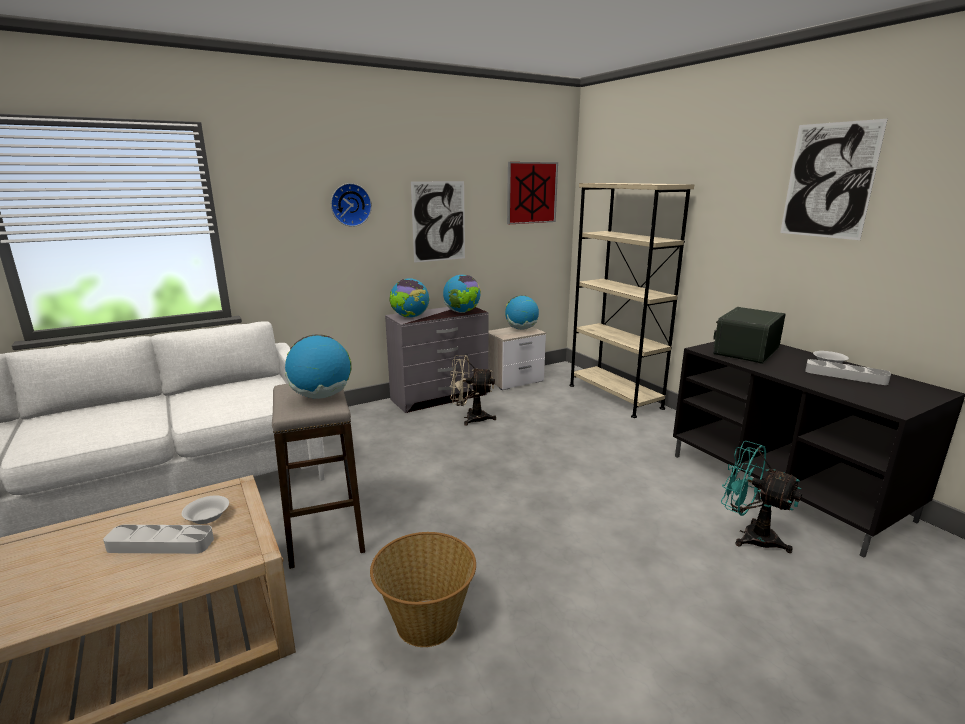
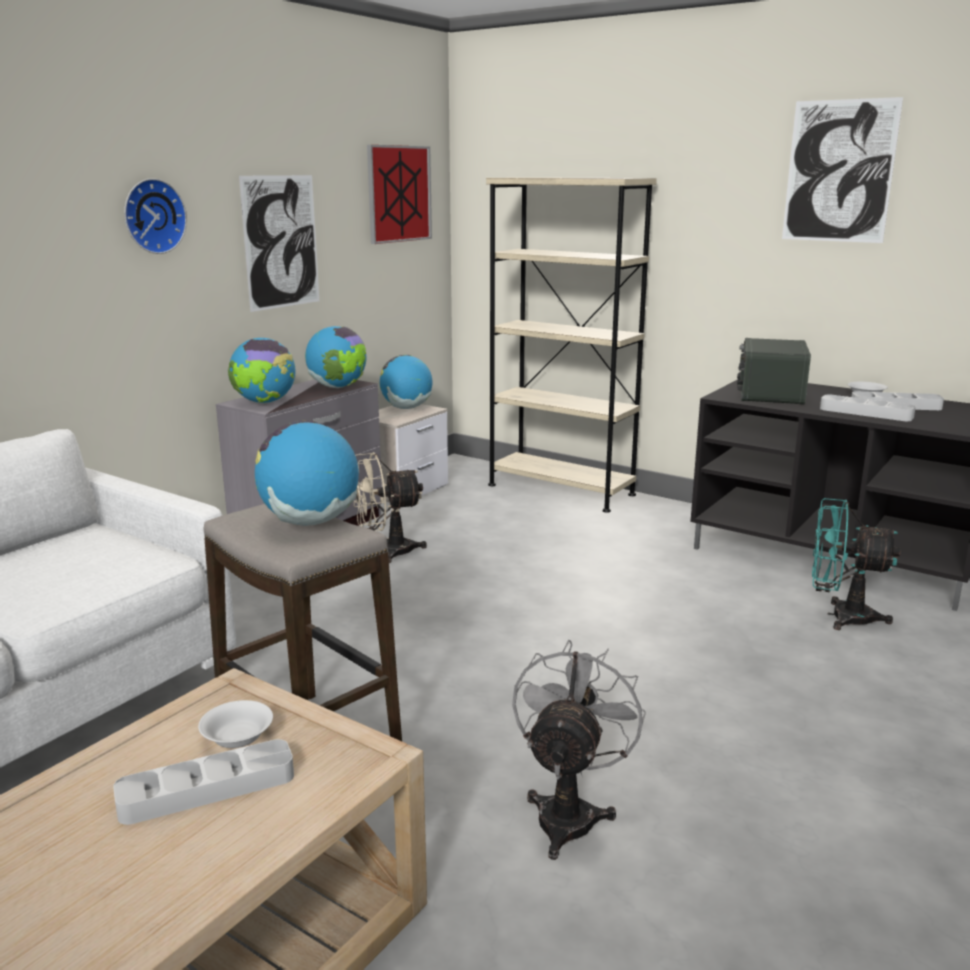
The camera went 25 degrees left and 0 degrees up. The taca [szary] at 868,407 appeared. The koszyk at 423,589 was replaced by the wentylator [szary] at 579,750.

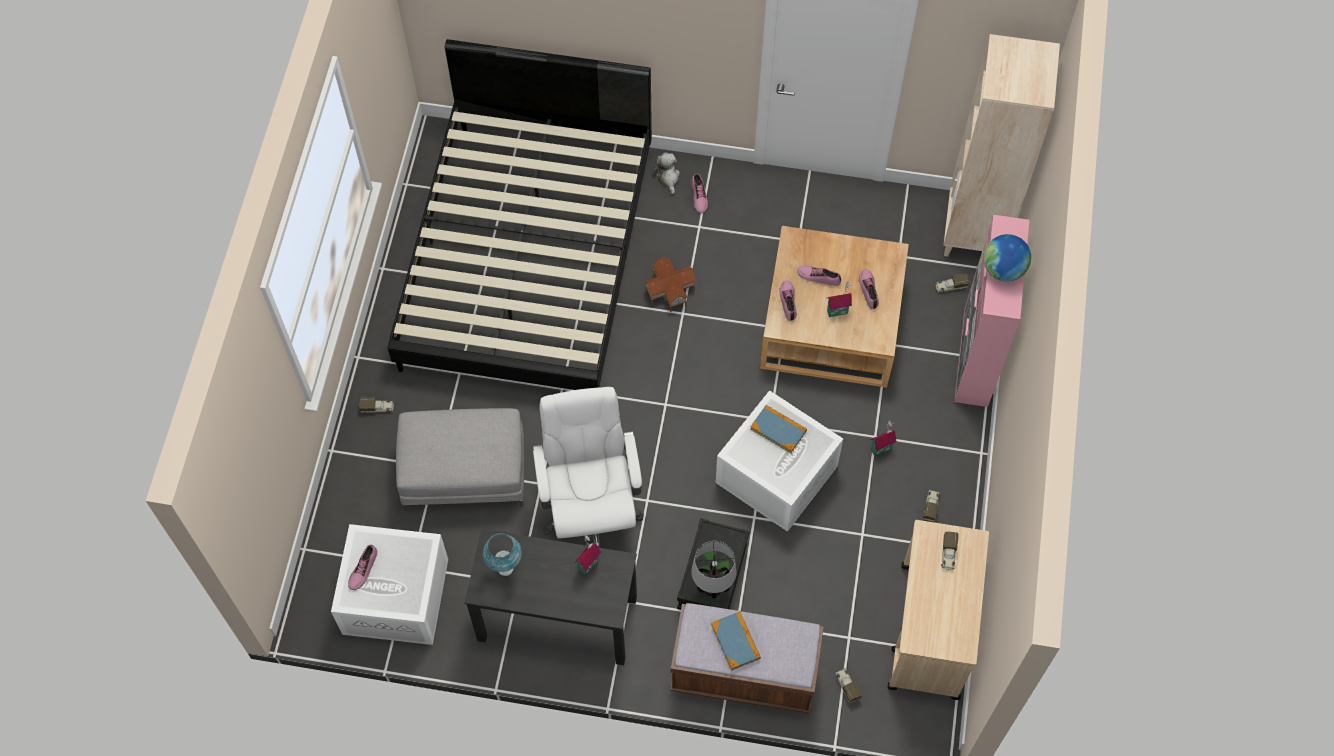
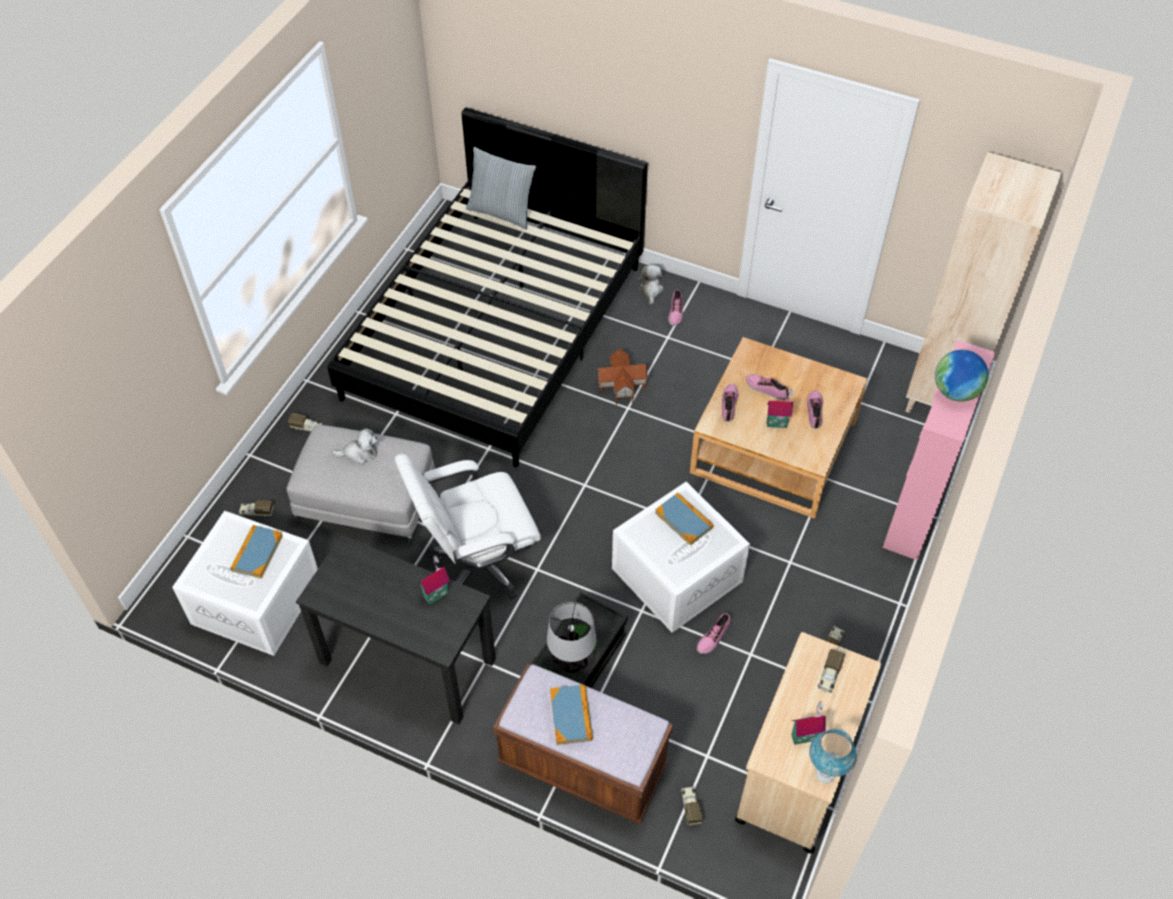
The camera went 15 degrees right and 10 degrees down. The książka at 256,552 appeared. The pluszak at 355,446 appeared. The poduszka at 501,188 appeared. The but moved from 363,568 to 714,633. The lampa stołowa [niebieski] moved from 502,554 to 833,755. The domek moved from 883,438 to 808,723. The ciężarówka zabawkowa moved from 952,283 to 256,508. The krzesło biurowe [biały] at 588,467 turned 120 degrees counterclockwise.

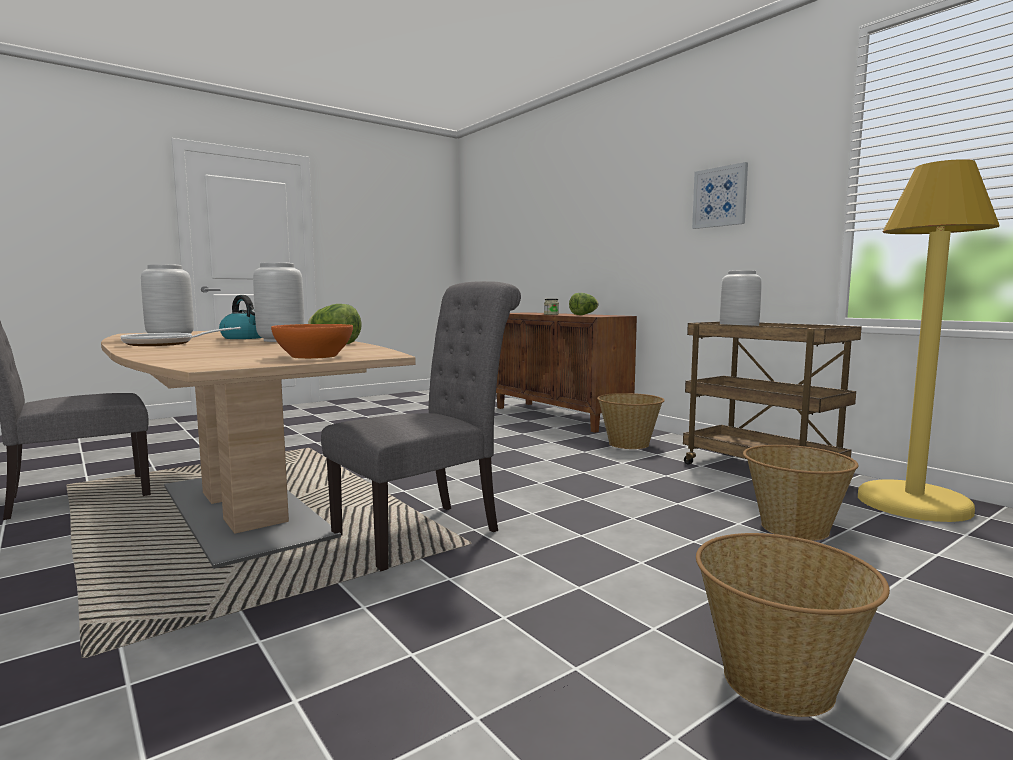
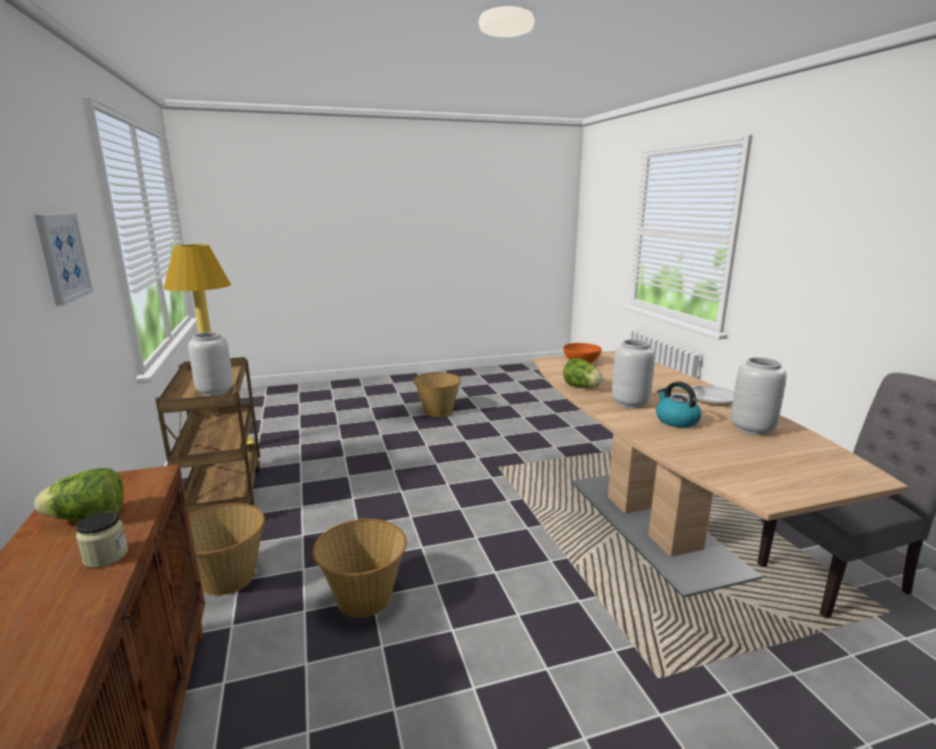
The camera went 160 degrees left and 10 degrees up. The krzesło [szary] at 421,426 disappeared. The koszyk moved from 801,493 to 360,568.

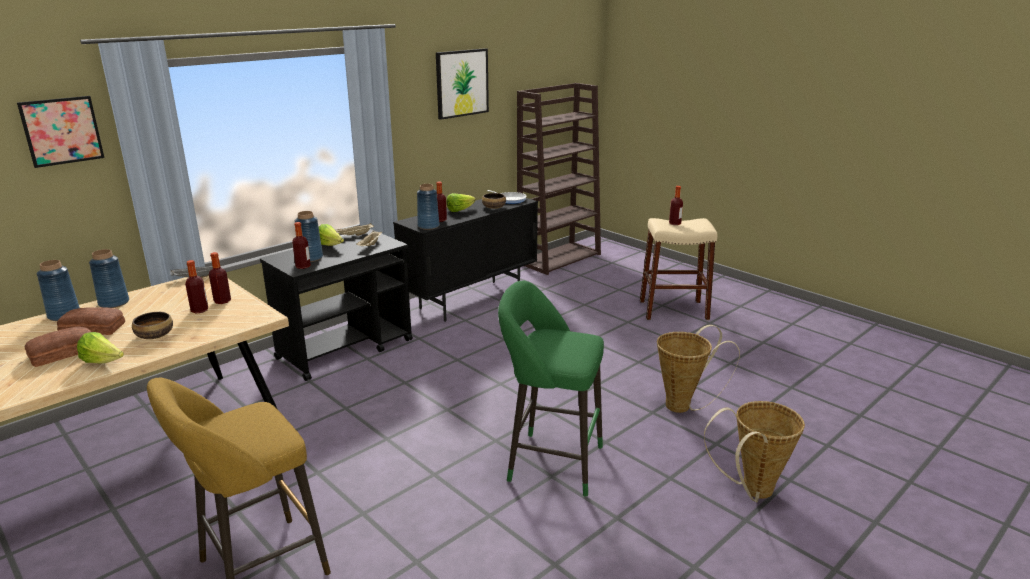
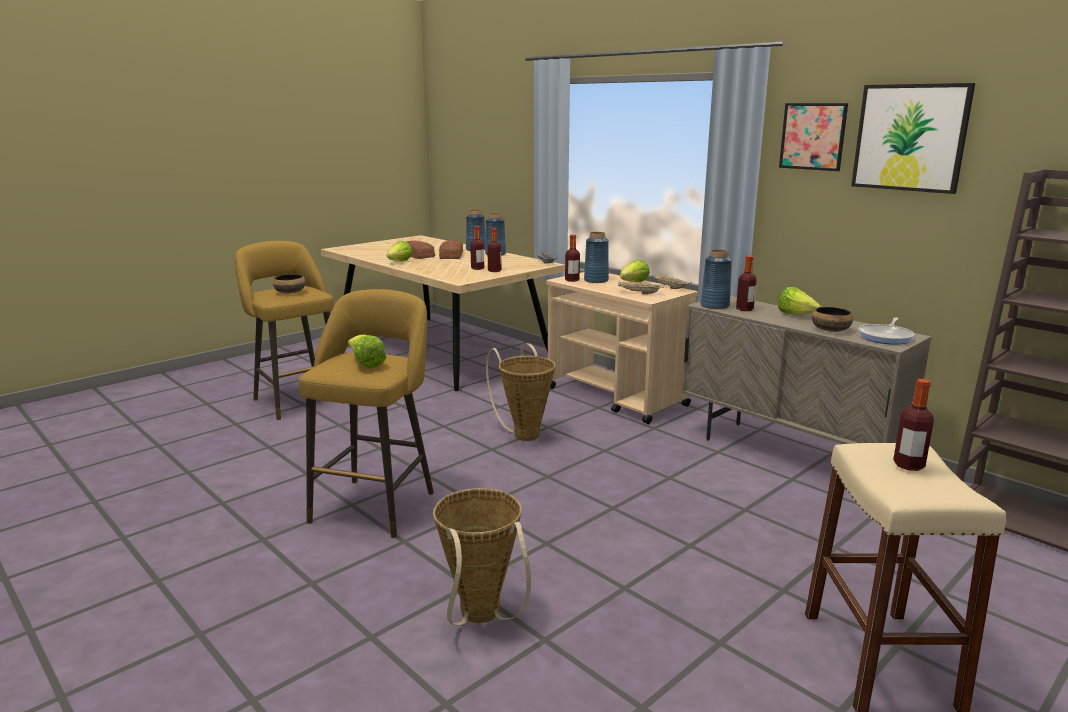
The camera went 90 degrees right and 5 degrees down. The sałata at 367,351 appeared. The obraz moved from 60,132 to 813,137. The miska moved from 152,325 to 289,283. The koszyk moved from 754,452 to 521,392. The wózek [czarny] at 336,305 became the wózek [beżowy] at 622,348. The szafka [czarny] at 465,260 became the szafka [beżowy] at 806,370. The stołek [zielony] at 551,389 became the stołek [żółty] at 366,413.

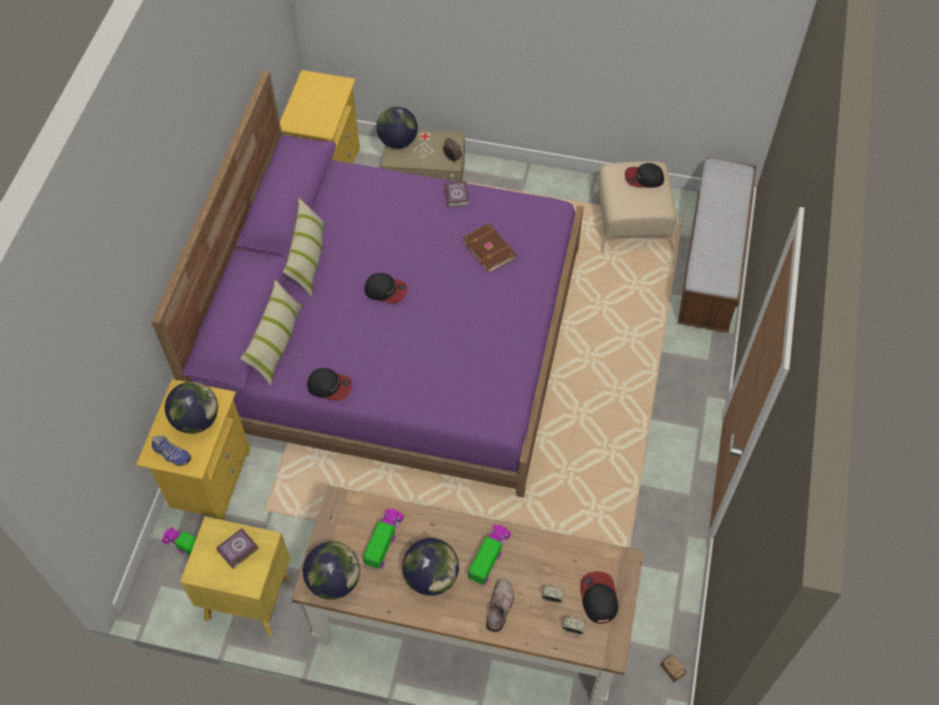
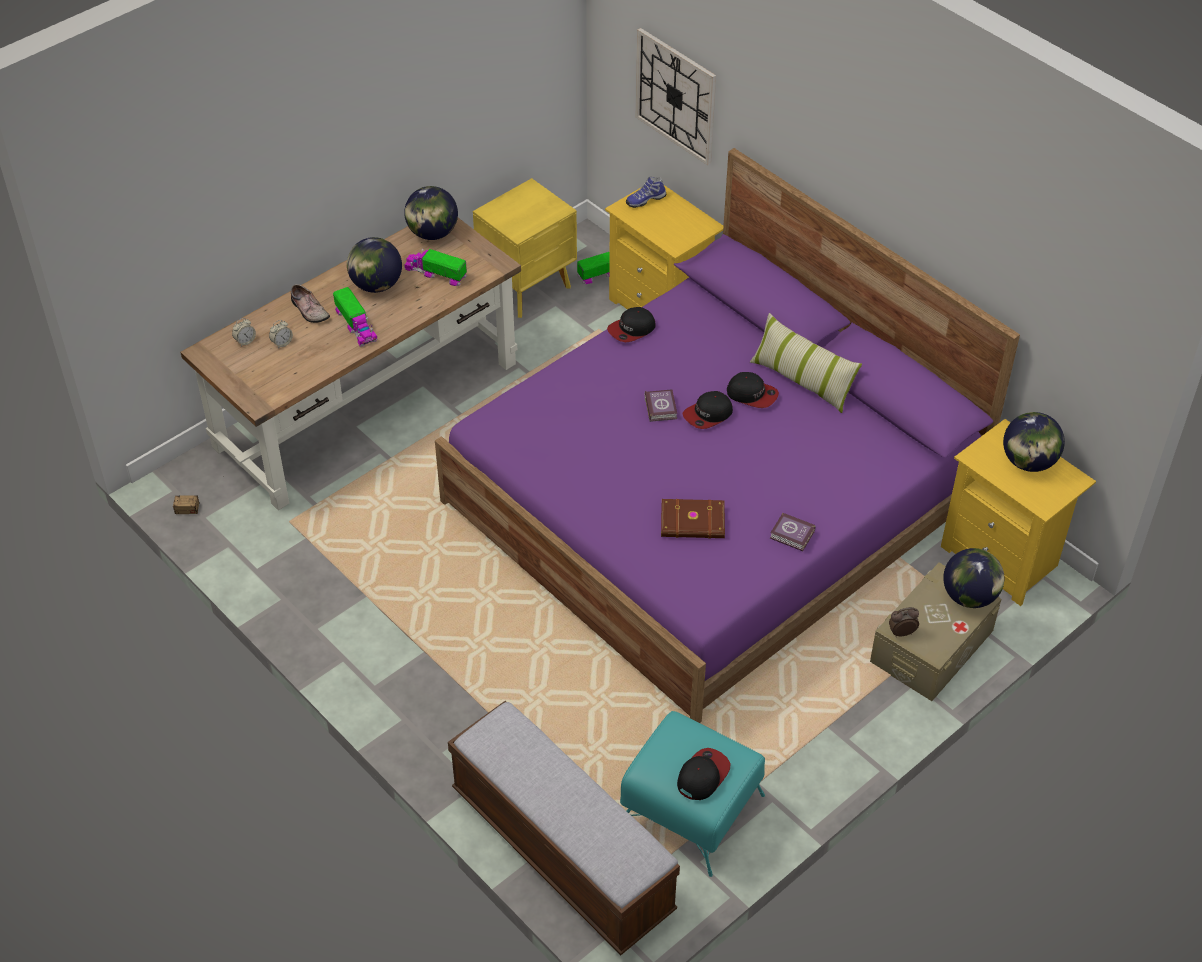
The camera went 125 degrees right and 10 degrees down. The poduszka at 271,332 disappeared. The zegar ścienny at 676,96 appeared. The globus moved from 191,408 to 1034,442. The książka moved from 237,548 to 661,405. The czapka z daszkiem moved from 599,598 to 753,390. The pufa [beżowy] at 635,207 became the pufa [turkusowy] at 692,794. The ciężarówka zabawkowa at 383,539 turned 150 degrees clockwise.

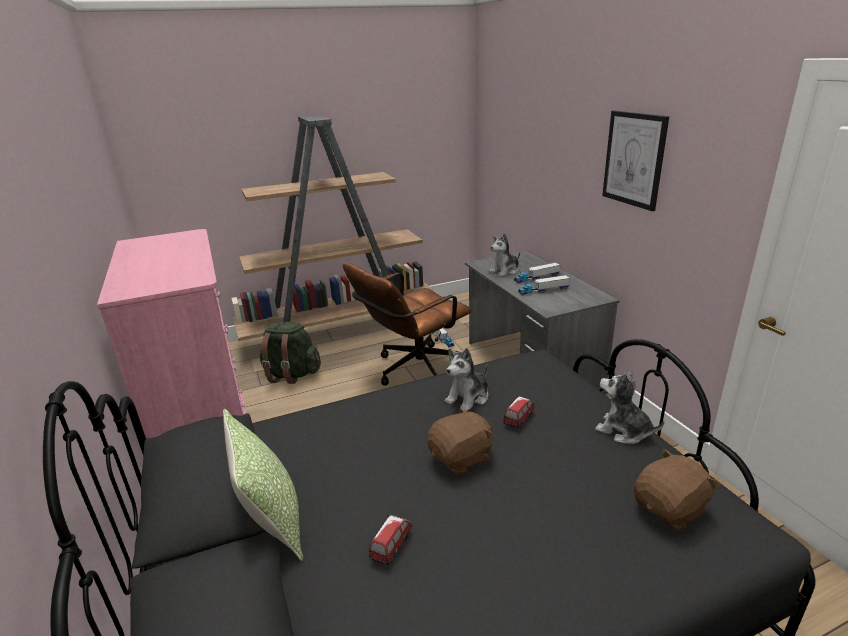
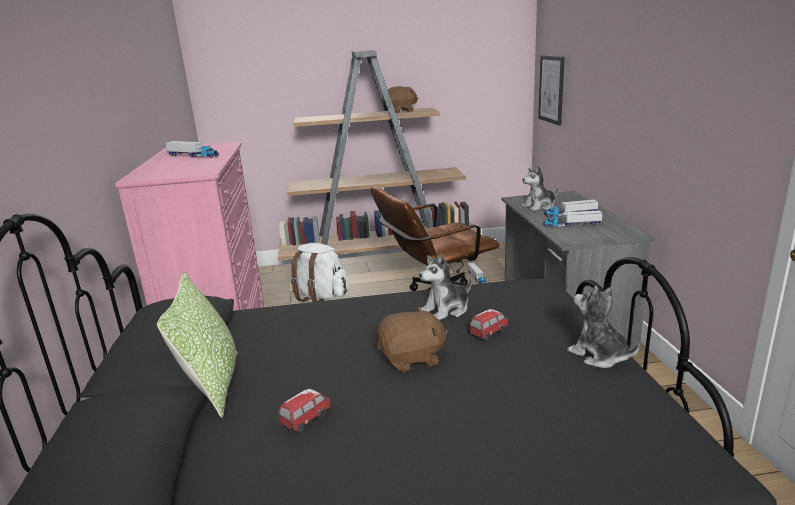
The camera went 15 degrees right and 5 degrees down. The ciężarówka zabawkowa at 192,149 appeared. The obraz moved from 635,161 to 551,91. The pluszak [brązowy] moved from 677,490 to 400,99. The plecak [zielony] at 290,353 became the plecak [biały] at 319,272.

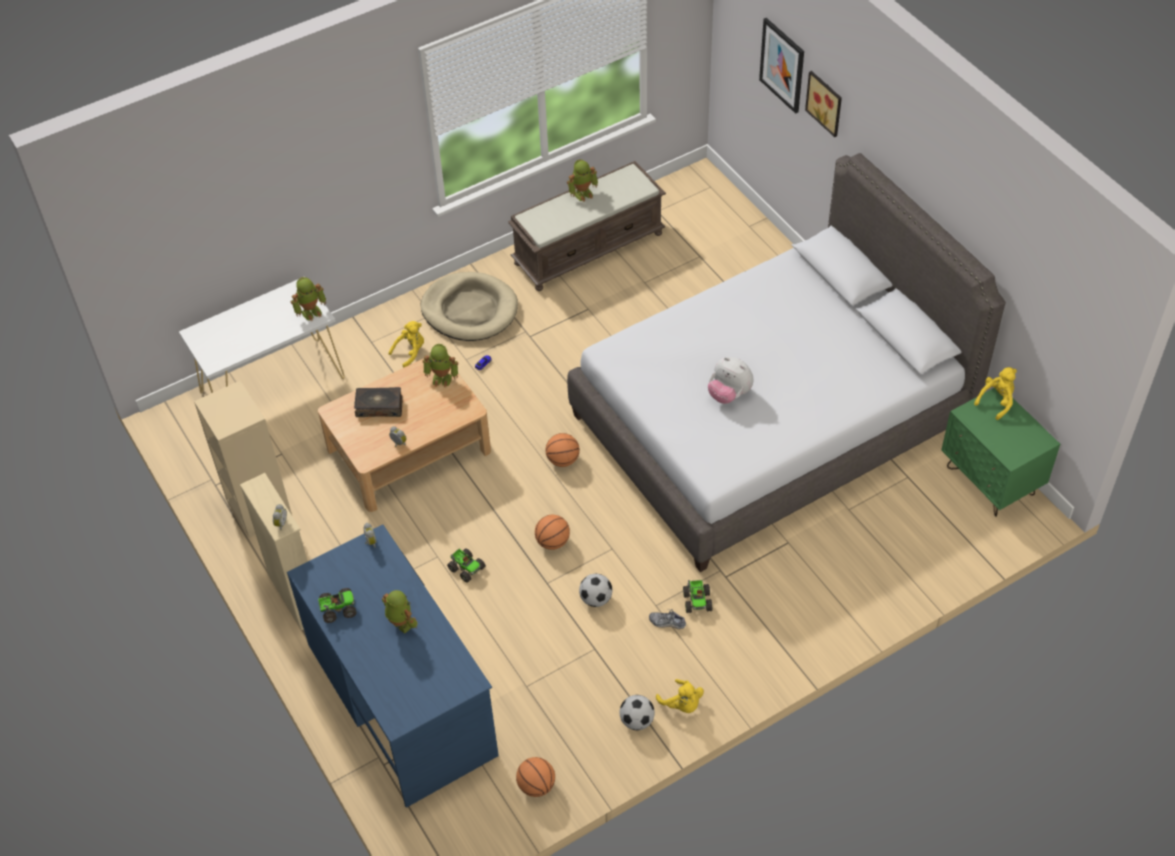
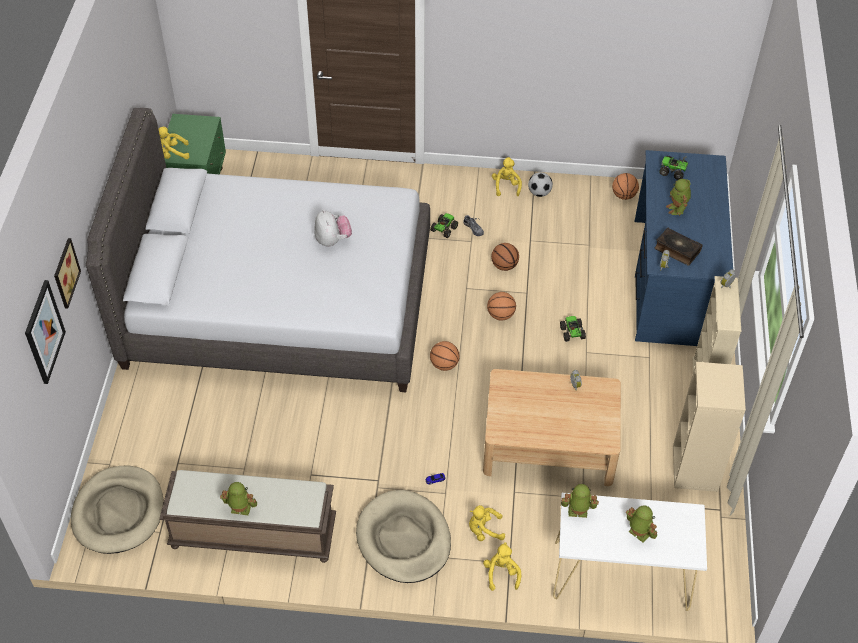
The camera went 145 degrees left and 0 degrees up. The legowisko [beżowy] at 117,510 appeared. The pluszak [żółty] at 502,566 appeared. The ciężarówka zabawkowa moved from 337,605 to 673,168. The książka moved from 378,402 to 679,247. The robot zabawkowy moved from 440,366 to 641,524. The piłka futbolowa at 595,590 was replaced by the piłka do koszykówki at 505,257.

